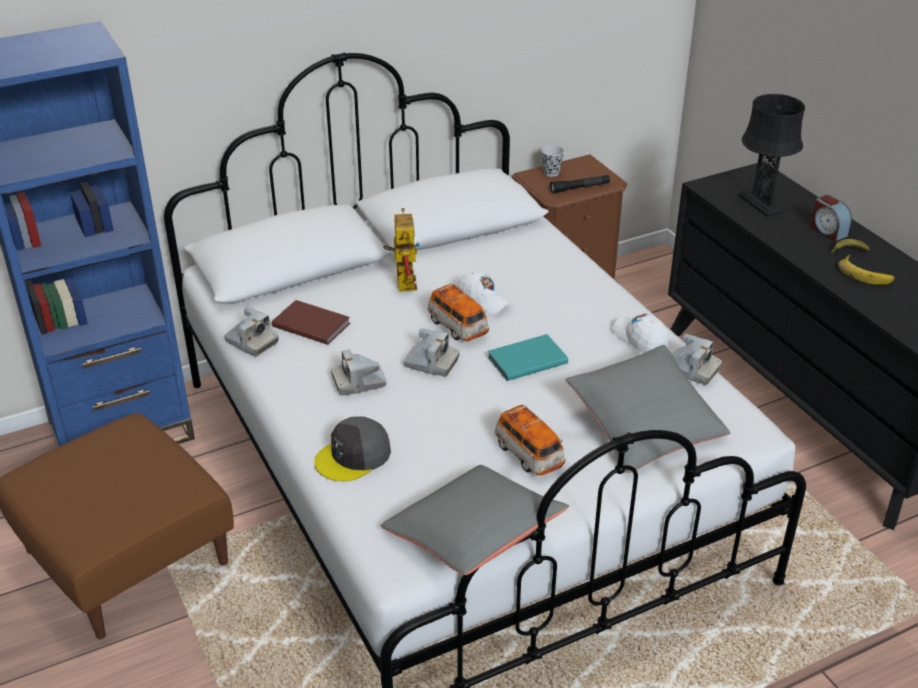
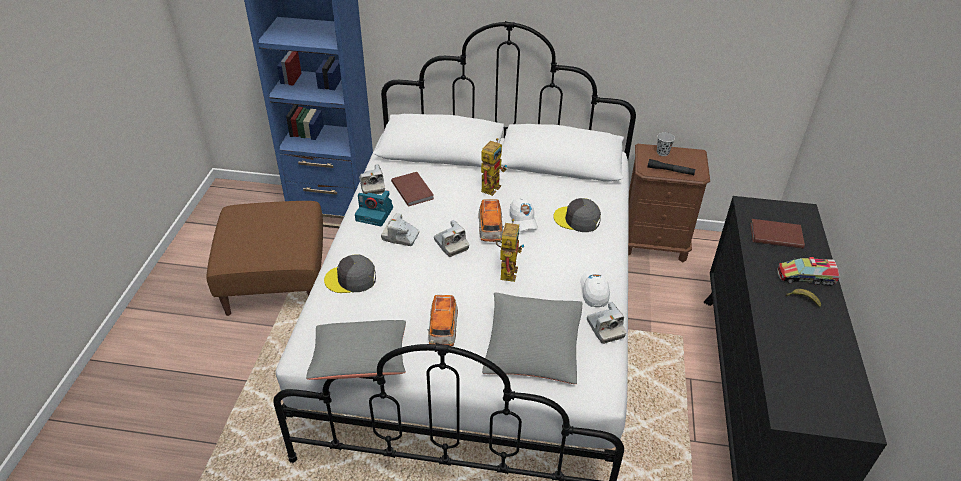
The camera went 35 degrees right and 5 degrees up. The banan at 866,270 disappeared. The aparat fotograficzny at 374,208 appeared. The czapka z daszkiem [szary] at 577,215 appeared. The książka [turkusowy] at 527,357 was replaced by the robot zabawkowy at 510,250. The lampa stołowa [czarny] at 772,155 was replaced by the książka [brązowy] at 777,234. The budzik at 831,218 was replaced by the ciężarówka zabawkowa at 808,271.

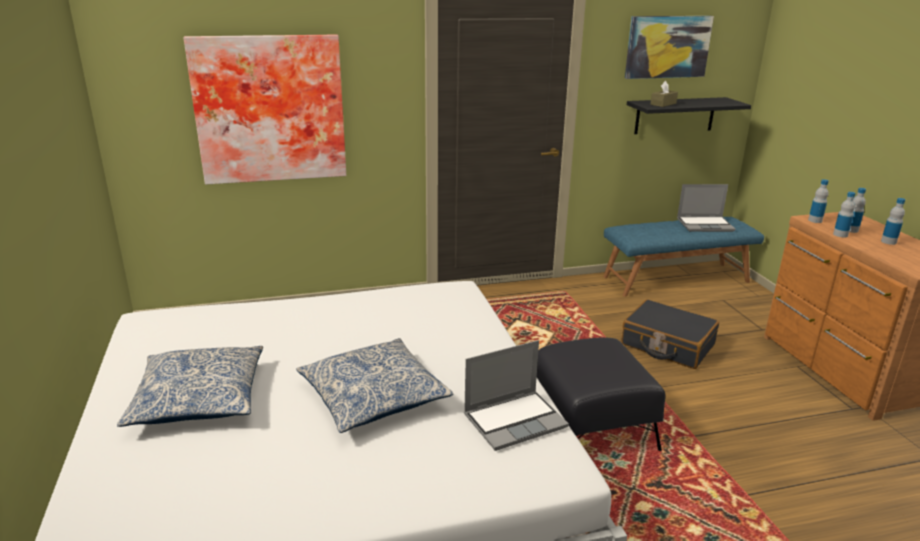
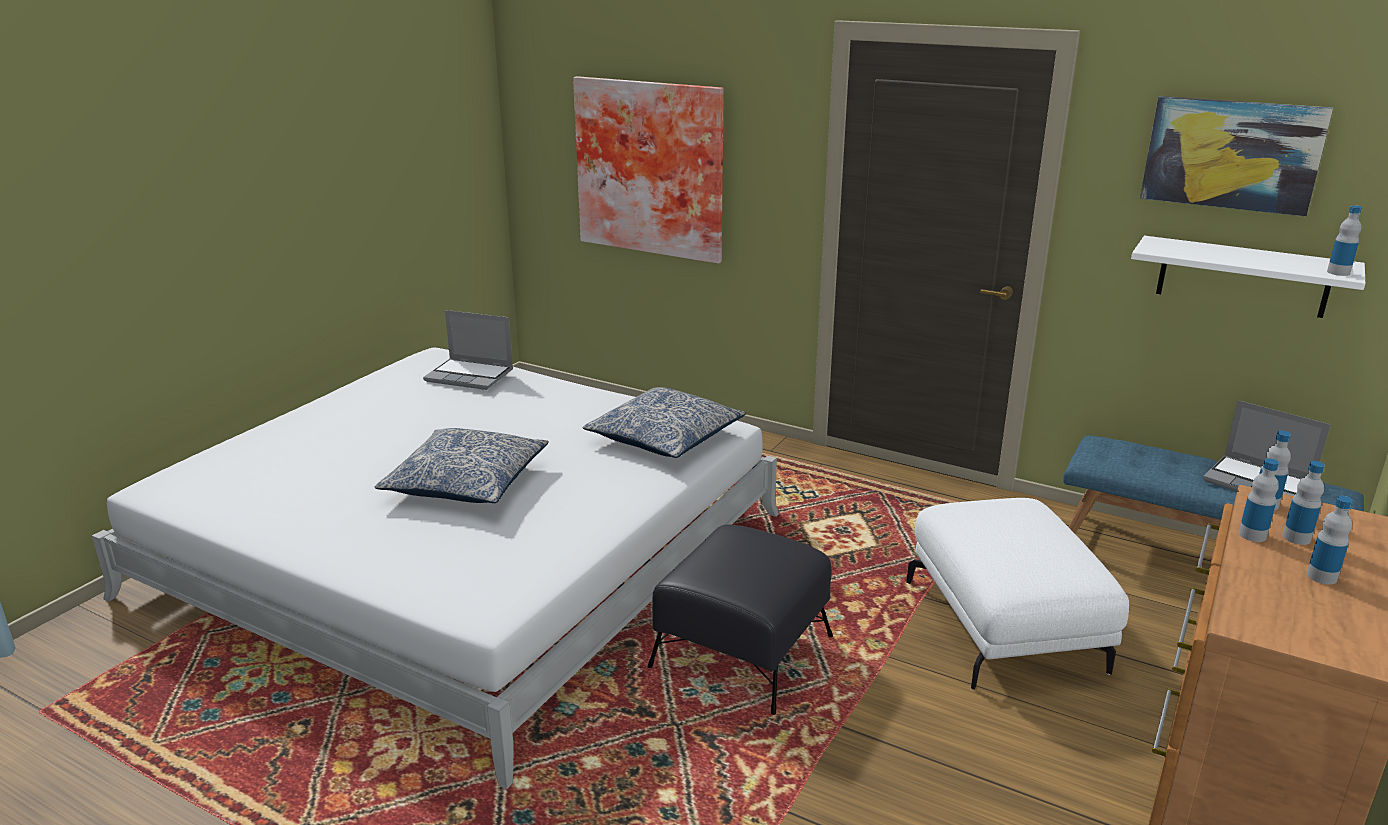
The camera went 45 degrees right and 0 degrees up. The pudełko chusteczek [brązowy] at 664,94 disappeared. The butelka at 1344,240 appeared. The poduszka moved from 190,386 to 664,422. The laptop moved from 516,395 to 468,350. The walizka [czarny] at 670,334 was replaced by the pufa [biały] at 1017,594. The półka [czarny] at 689,115 became the półka [biały] at 1248,277.

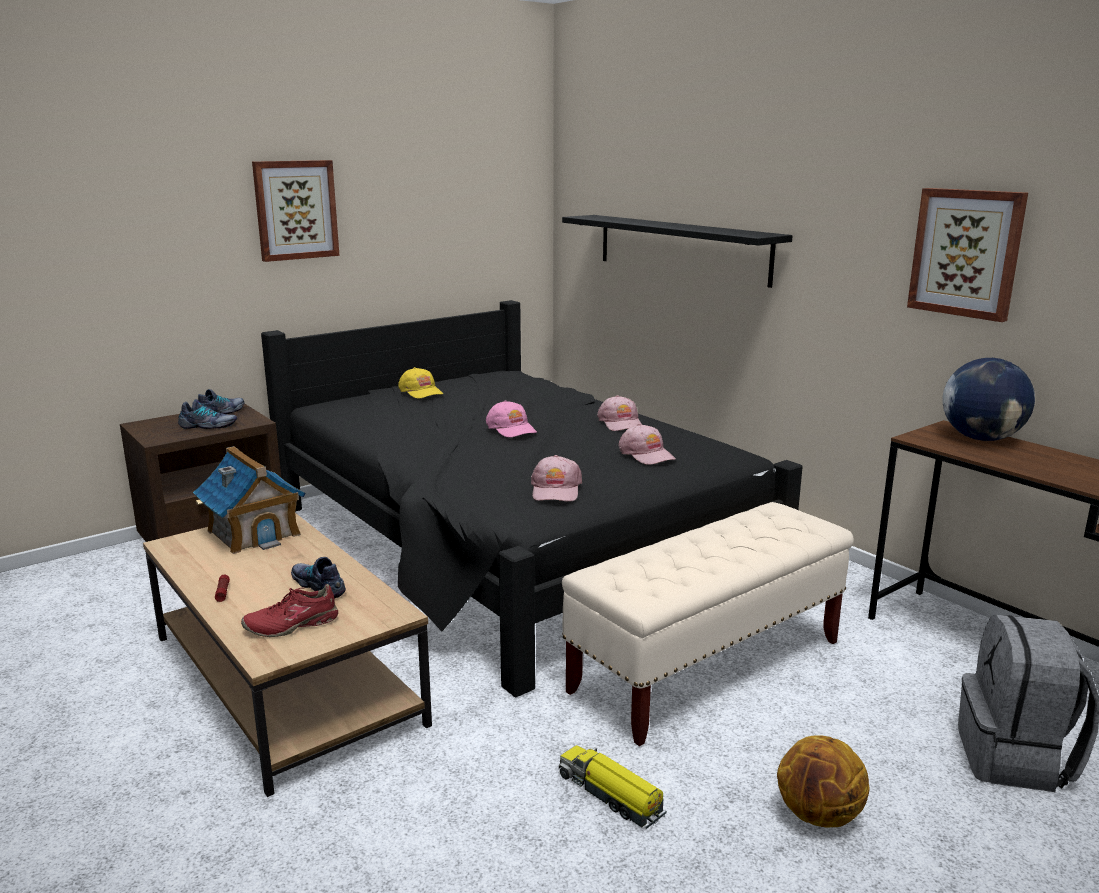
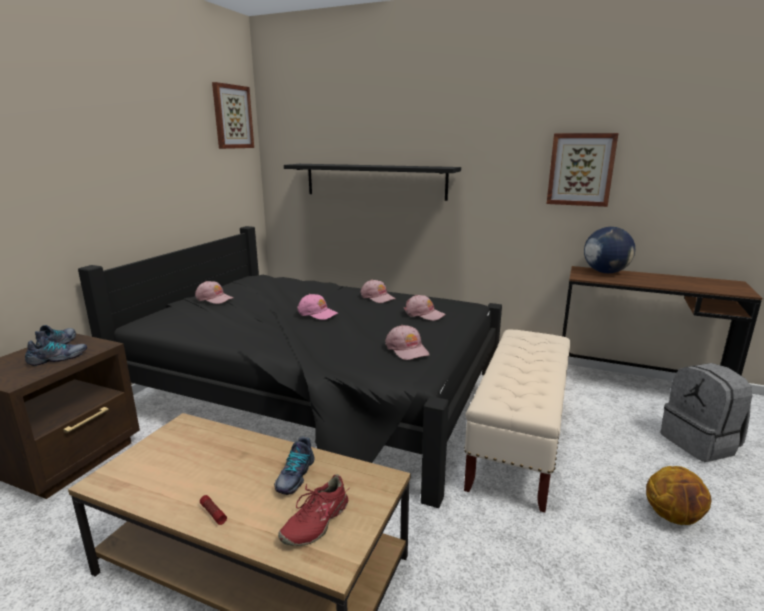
The camera went 30 degrees left and 0 degrees up. The domek at 249,500 disappeared. The ciężarówka zabawkowa at 613,787 disappeared. The obraz moved from 296,211 to 233,115. The czapka z daszkiem [żółty] at 420,383 became the czapka z daszkiem [różowy] at 214,292. The but at 318,578 turned 90 degrees counterclockwise.

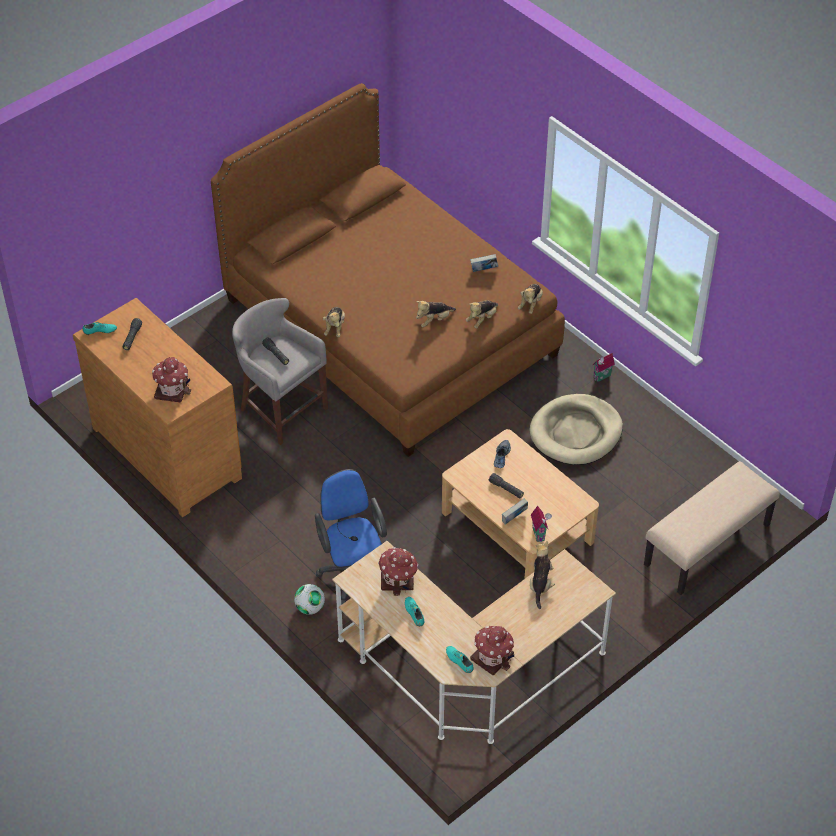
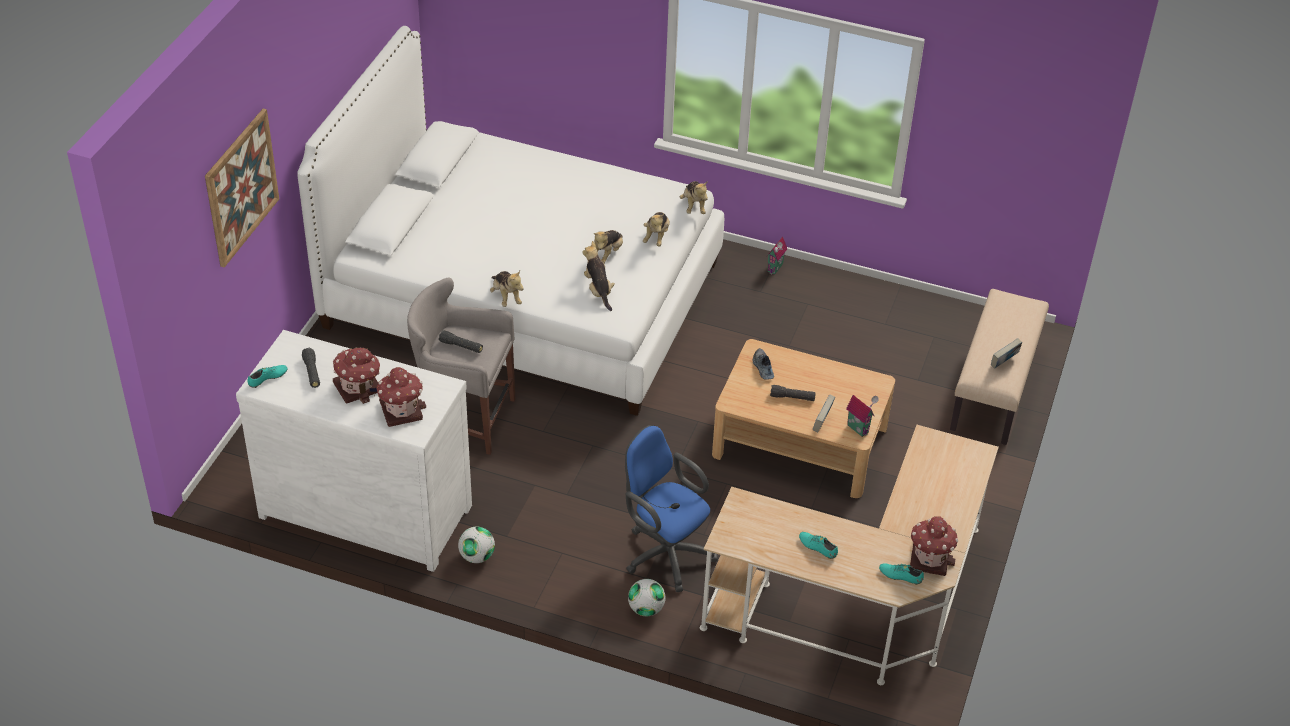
The camera went 30 degrees left and 5 degrees down. The legowisko [beżowy] at 576,429 disappeared. The obraz at 242,188 appeared. The piłka futbolowa at 476,545 appeared. The domek moved from 398,571 to 356,376. The książka moved from 484,263 to 1006,353. The pluszak moved from 542,575 to 598,276. The komoda [brązowy] at 157,407 became the komoda [biały] at 354,451. The łóżko [brązowy] at 388,270 became the łóżko [biały] at 510,221.

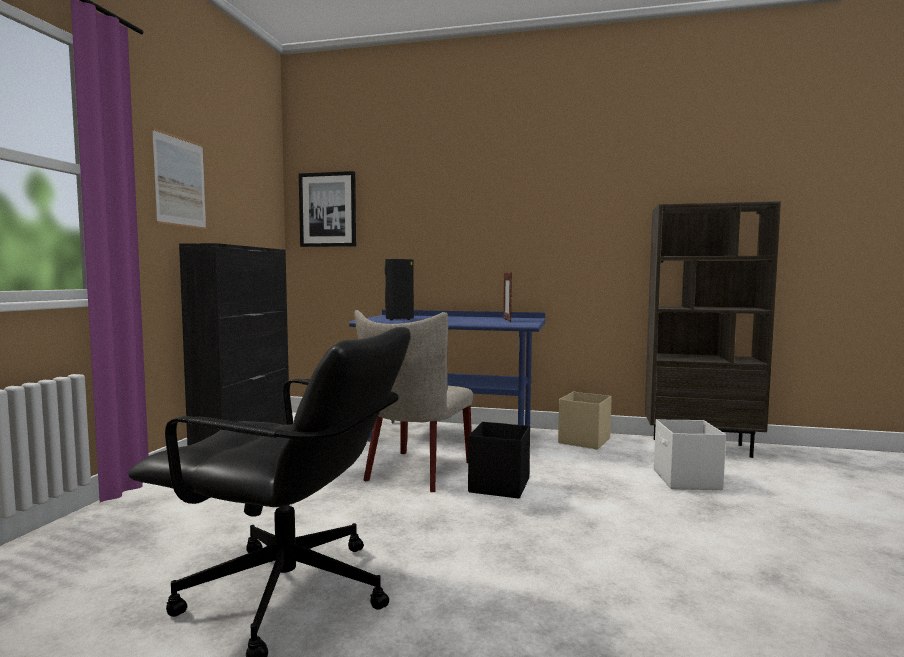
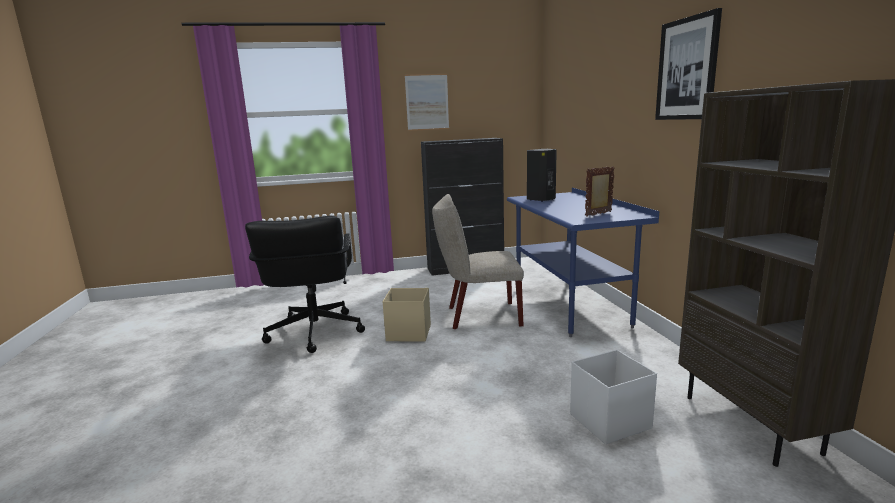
The camera went 65 degrees right and 10 degrees up. The pojemnik do przechowywania [czarny] at 499,460 disappeared. The obraz moved from 327,209 to 688,64. The pojemnik do przechowywania [beżowy] moved from 585,421 to 407,315.

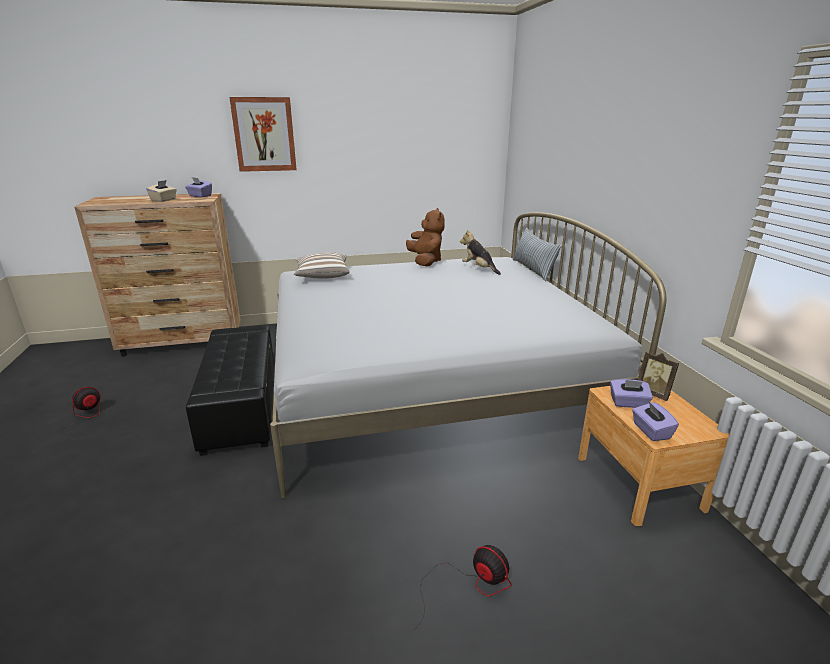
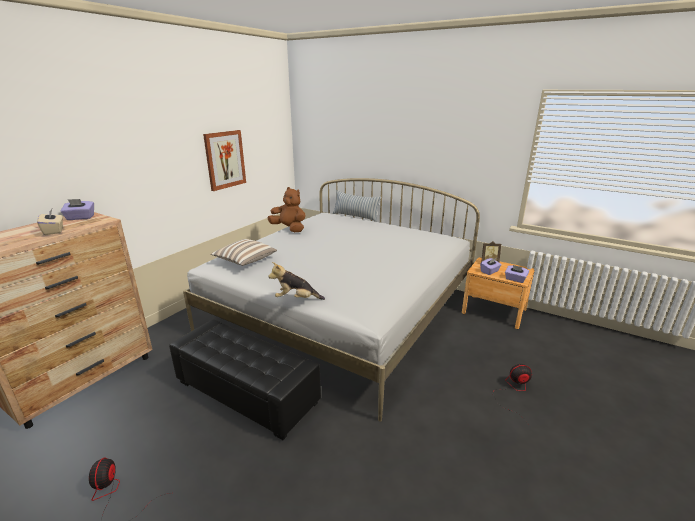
The camera went 45 degrees left and 0 degrees up. The obraz moved from 263,134 to 224,160. The pluszak moved from 480,252 to 296,281.

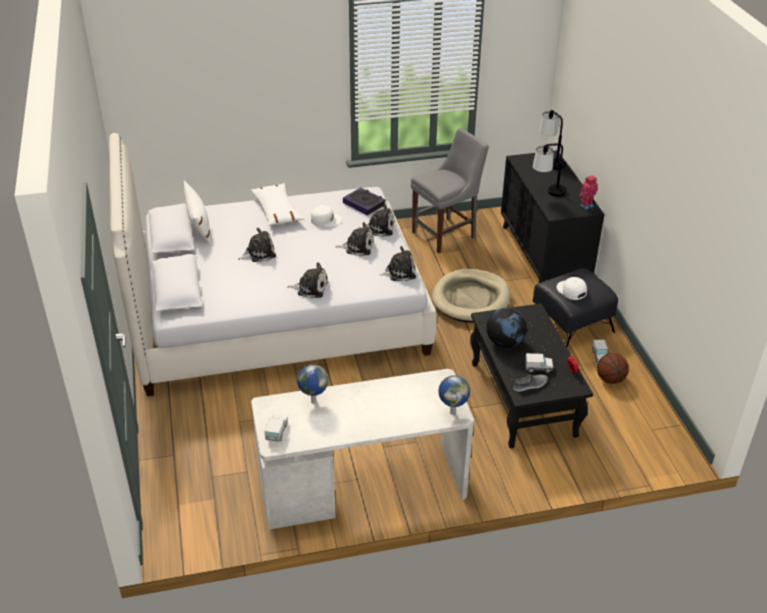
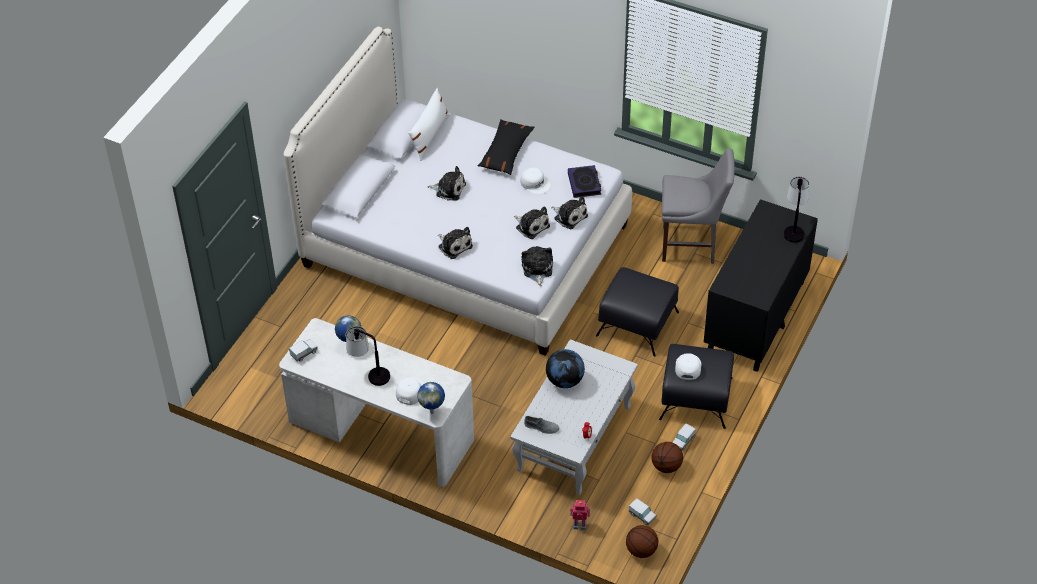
The camera went 40 degrees right and 10 degrees up. The czapka z daszkiem [biały] at 410,391 appeared. The piłka do koszykówki at 642,541 appeared. The ciężarówka zabawkowa moved from 539,363 to 642,511. The lampa stołowa moved from 550,170 to 368,356. The robot zabawkowy moved from 588,192 to 580,515. The legowisko [beżowy] at 471,296 was replaced by the pufa [czarny] at 637,312. The poduszka [biały] at 277,204 became the poduszka [czarny] at 506,147. The ława [czarny] at 531,375 became the ława [biały] at 574,417. The pluszak at 397,263 turned 120 degrees counterclockwise.

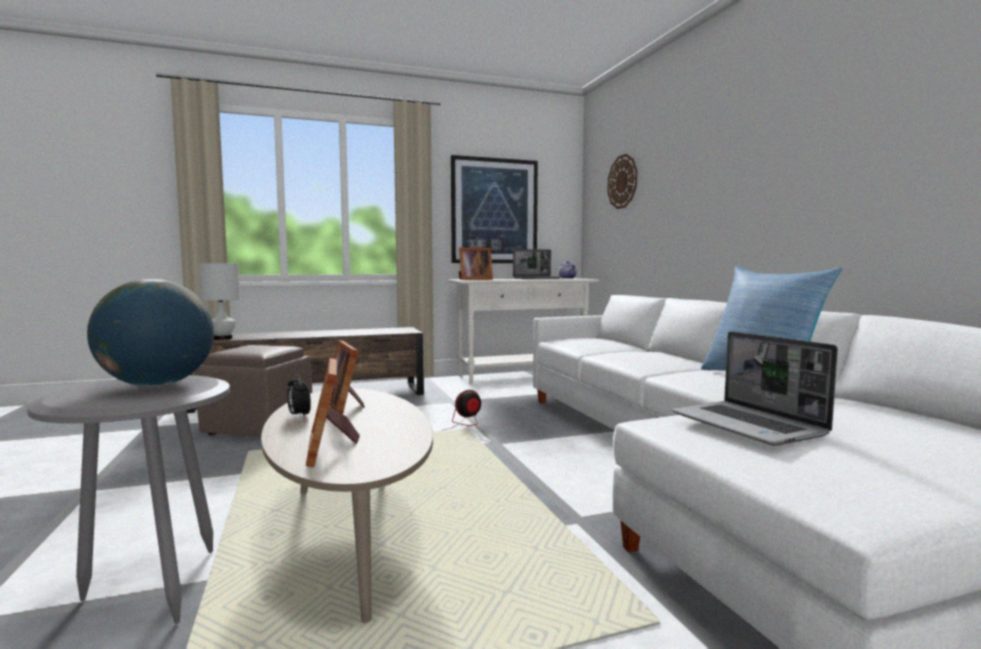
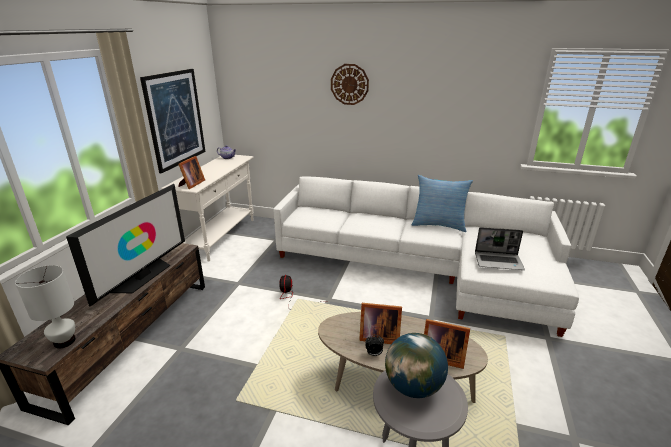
The camera went 55 degrees left and 20 degrees up. The pufa [brązowy] at 253,391 disappeared. The laptop at 537,264 disappeared. The telewizor at 125,245 appeared. The zegar ścienny moved from 622,181 to 350,84.

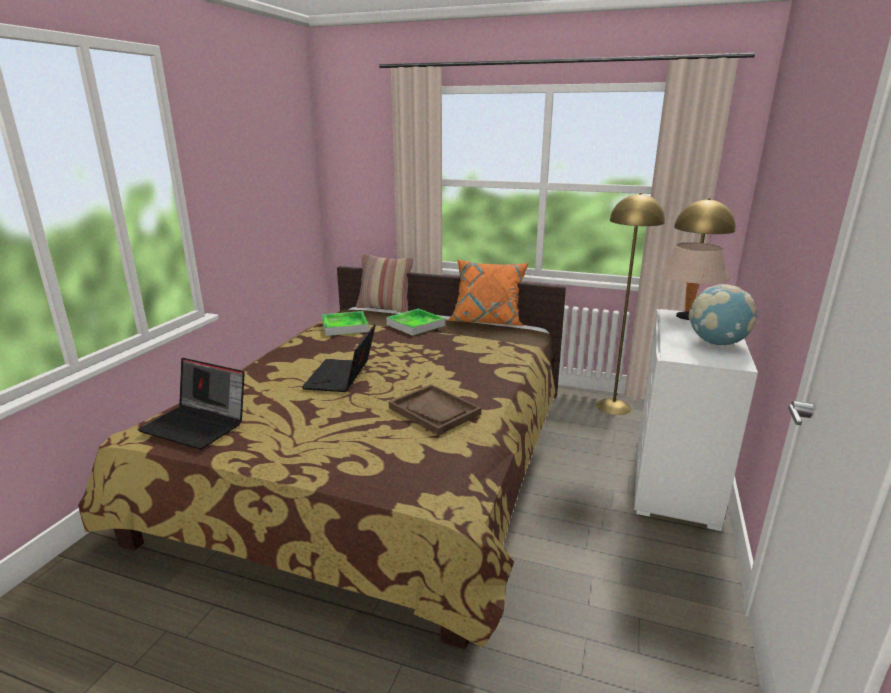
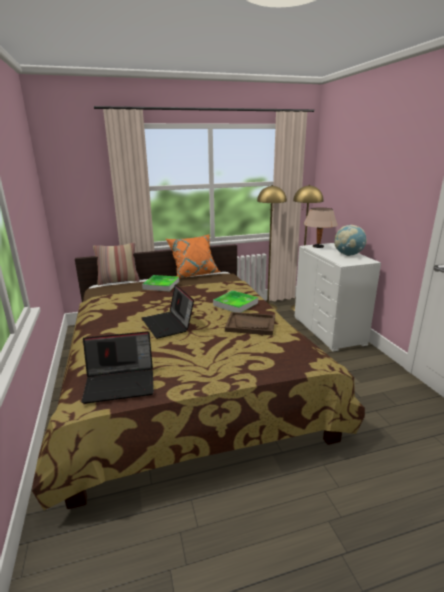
The camera went 35 degrees left and 0 degrees up. The taca moved from 345,323 to 235,301.

